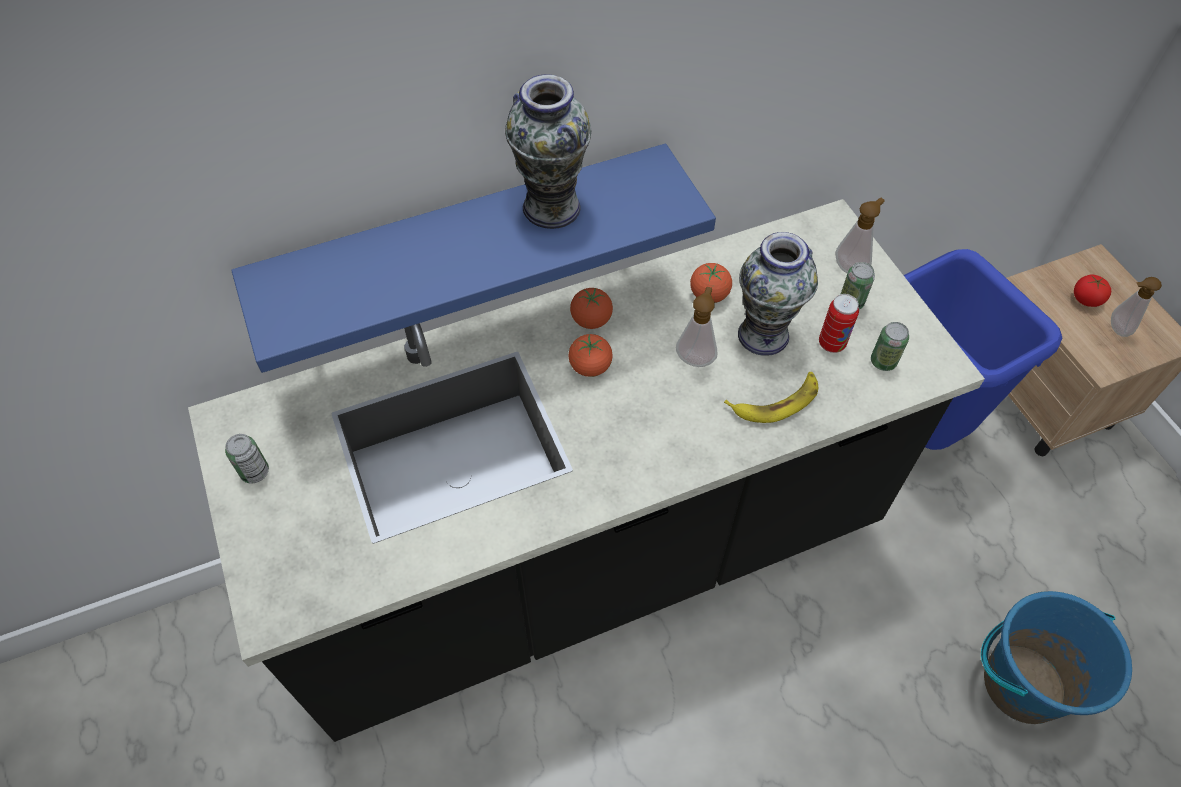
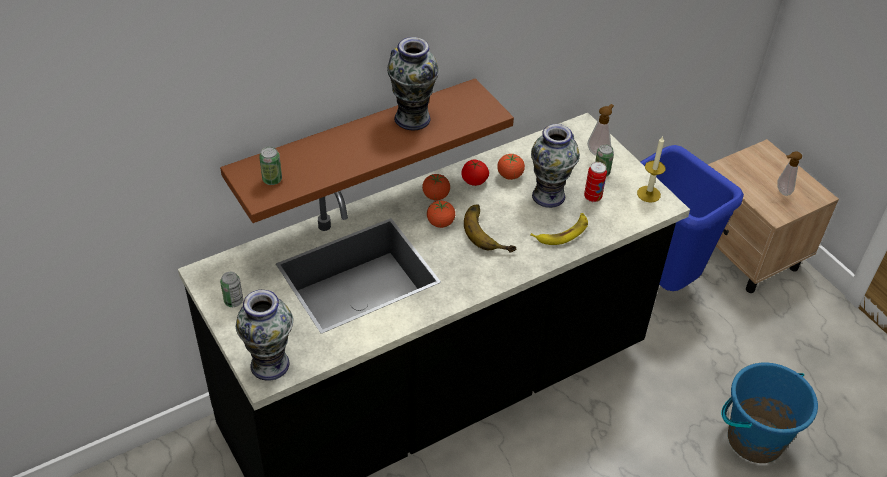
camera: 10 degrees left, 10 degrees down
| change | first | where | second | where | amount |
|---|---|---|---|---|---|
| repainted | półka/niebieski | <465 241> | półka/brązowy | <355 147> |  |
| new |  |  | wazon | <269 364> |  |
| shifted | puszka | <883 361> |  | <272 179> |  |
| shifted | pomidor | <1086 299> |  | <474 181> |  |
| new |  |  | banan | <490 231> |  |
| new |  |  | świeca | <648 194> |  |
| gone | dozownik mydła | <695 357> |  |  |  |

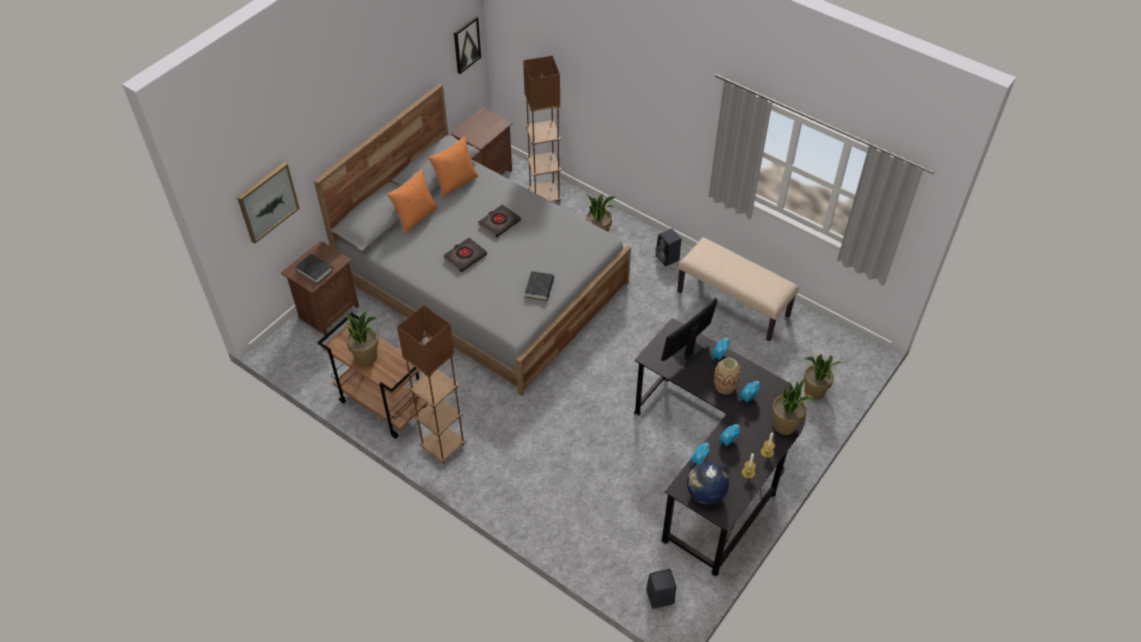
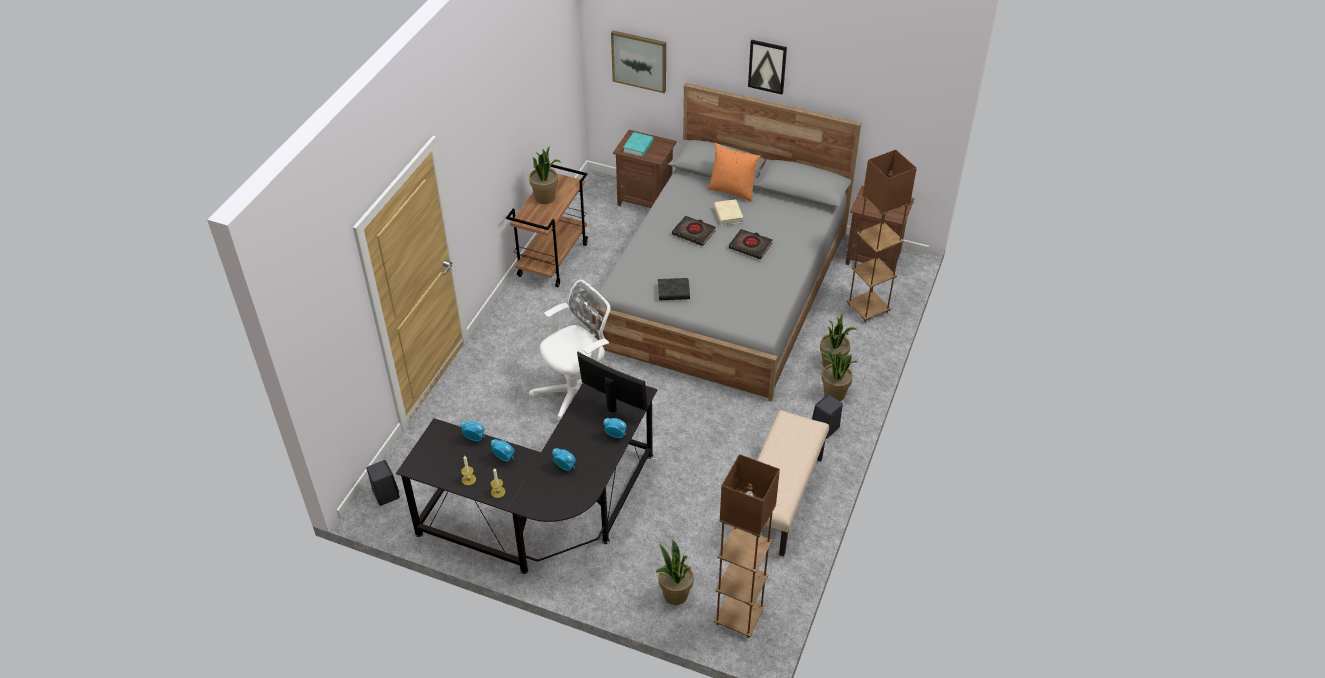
camera: 75 degrees right, 5 degrees down
| change | first | where | second | where | amount |
|---|---|---|---|---|---|
| new |  |  | krzesło biurowe/biały | <576 392> |  |
| repainted | książka/czarny | <314 270> | książka/turkusowy | <638 147> |  |
| new |  |  | książka/beżowy | <728 215> |  |
| shifted | lampa stojąca/brązowy | <443 445> |  | <739 617> |  |
| shifted | obraz | <466 44> |  | <767 66> |  |
| shifted | roślina doniczkowa | <785 426> |  | <834 394> |  |
| gone | poduszka/pomarańczowy | <455 183> |  |  |  |
| gone | globus | <705 493> |  |  |  |
| gone | wazon | <725 386> |  |  |  |

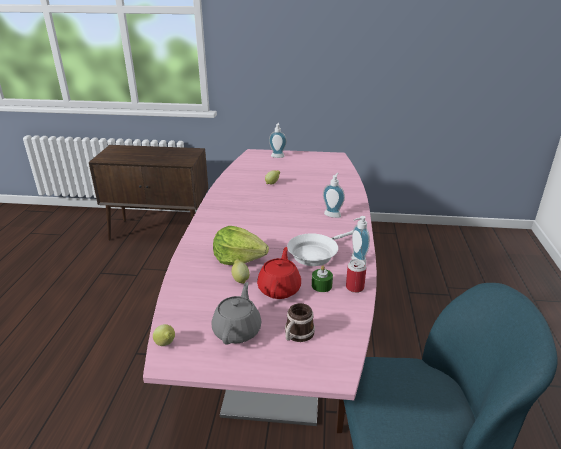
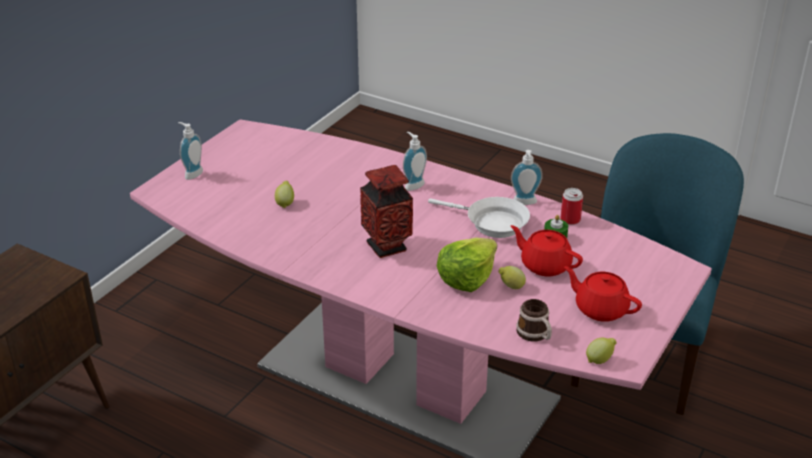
camera: 65 degrees left, 5 degrees up
| change | first | where | second | where | amount |
|---|---|---|---|---|---|
| new |  |  | wazon | <387 247> |  |
| rotated | patelnia/biały | <315 253> |  | <492 223> | 45 degrees counterclockwise |
| shifted | kubek | <297 335> |  | <535 334> |  |
| repainted | imbryk/szary | <237 330> | imbryk/czerwony | <600 309> |  |

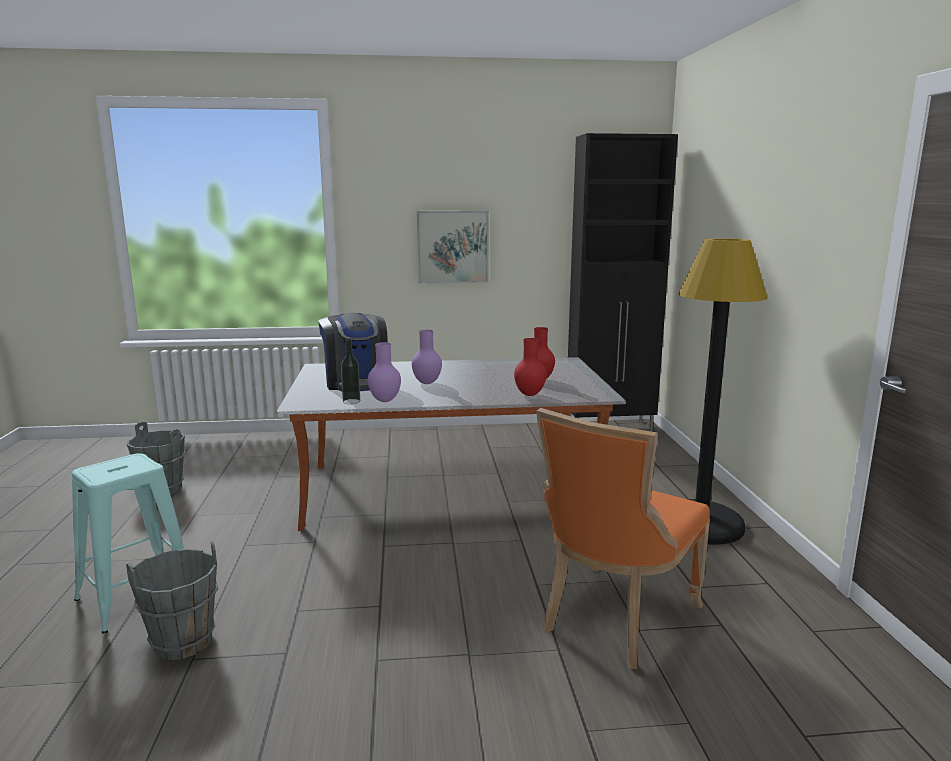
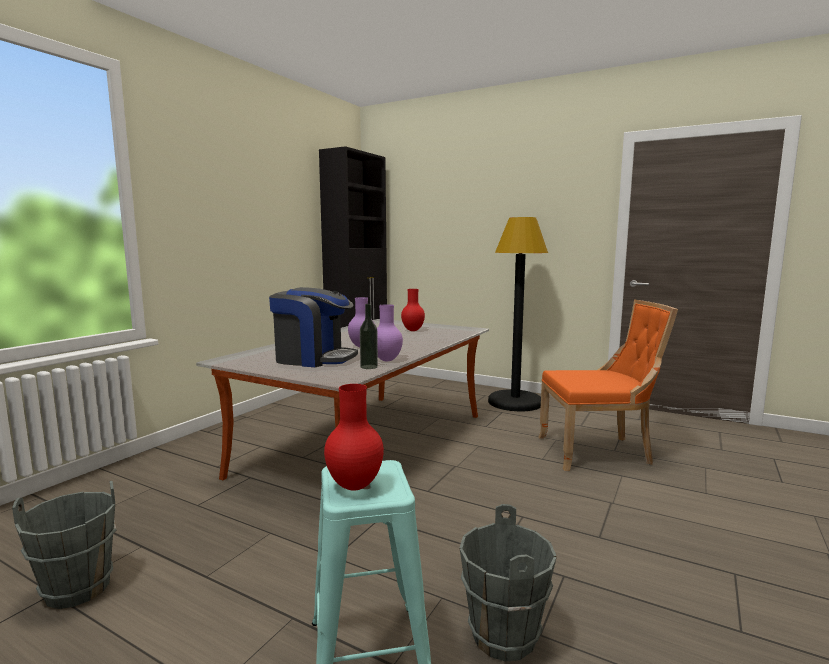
camera: 55 degrees left, 5 degrees down
| change | first | where | second | where | amount |
|---|---|---|---|---|---|
| shifted | wazon/czerwony | <530 394> |  | <354 485> |  |
| rotated | krzesło/pomarańczowy | <614 618> |  | <598 452> | 75 degrees counterclockwise |
| gone | obraz | <453 247> |  |  |  |

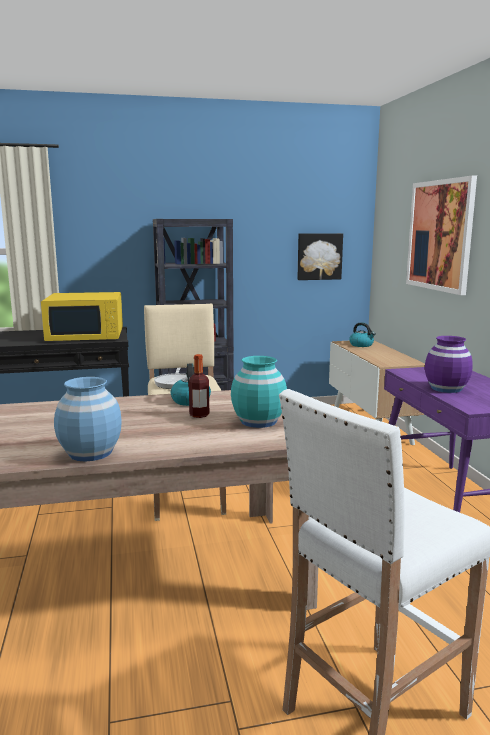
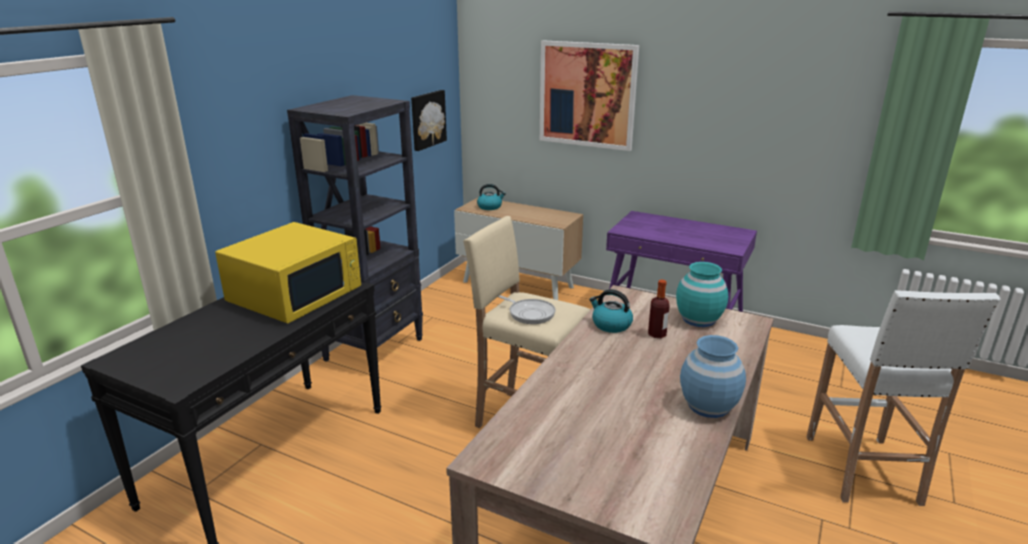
camera: 50 degrees left, 10 degrees up
| change | first | where | second | where | amount |
|---|---|---|---|---|---|
| gone | wazon/fioletowy | <446 388> |  |  |  |

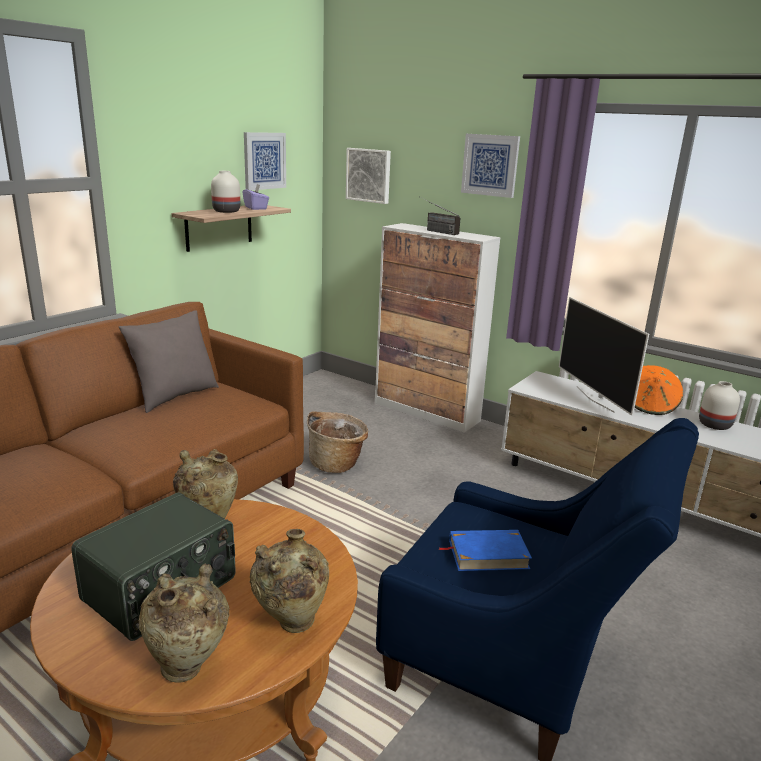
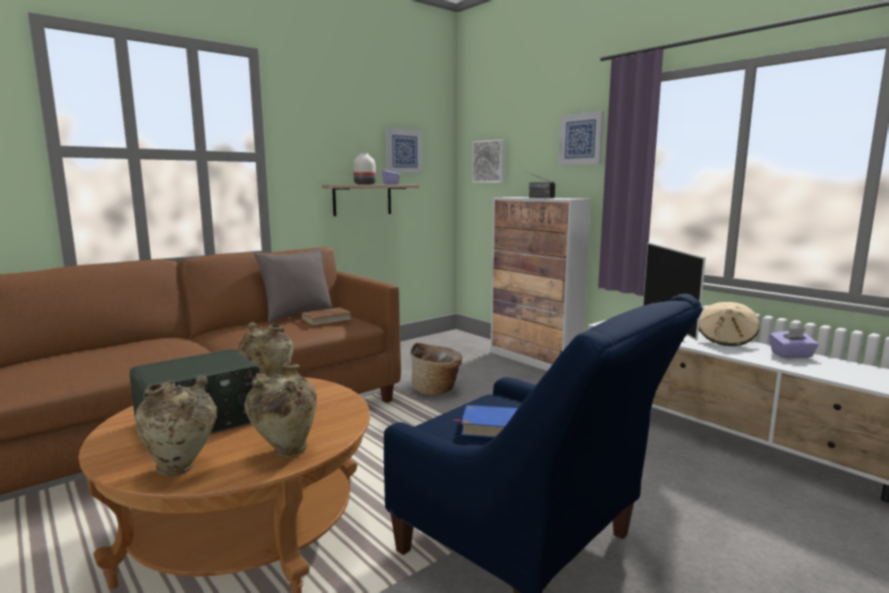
camera: 15 degrees right, 10 degrees down
| change | first | where | second | where | amount |
|---|---|---|---|---|---|
| new |  |  | książka/brązowy | <326 320> |  |
| repainted | kapelusz/pomarańczowy | <649 406> | kapelusz/beżowy | <726 340> |  |
| swapped | wazon/biały | <714 424> | pudełko chusteczek/fioletowy | <791 355> |  |

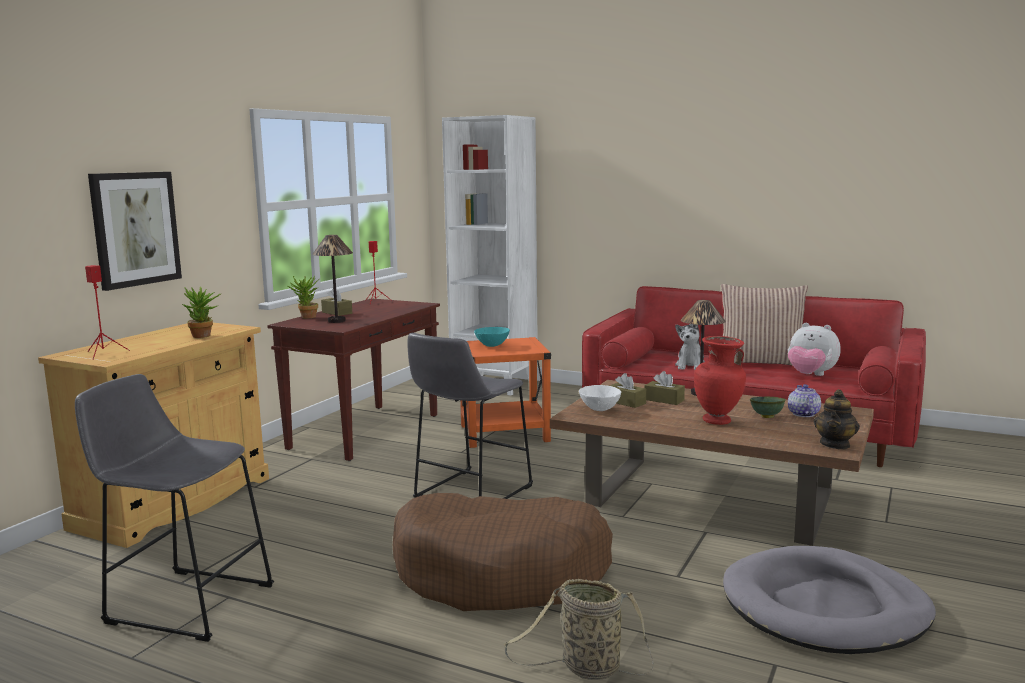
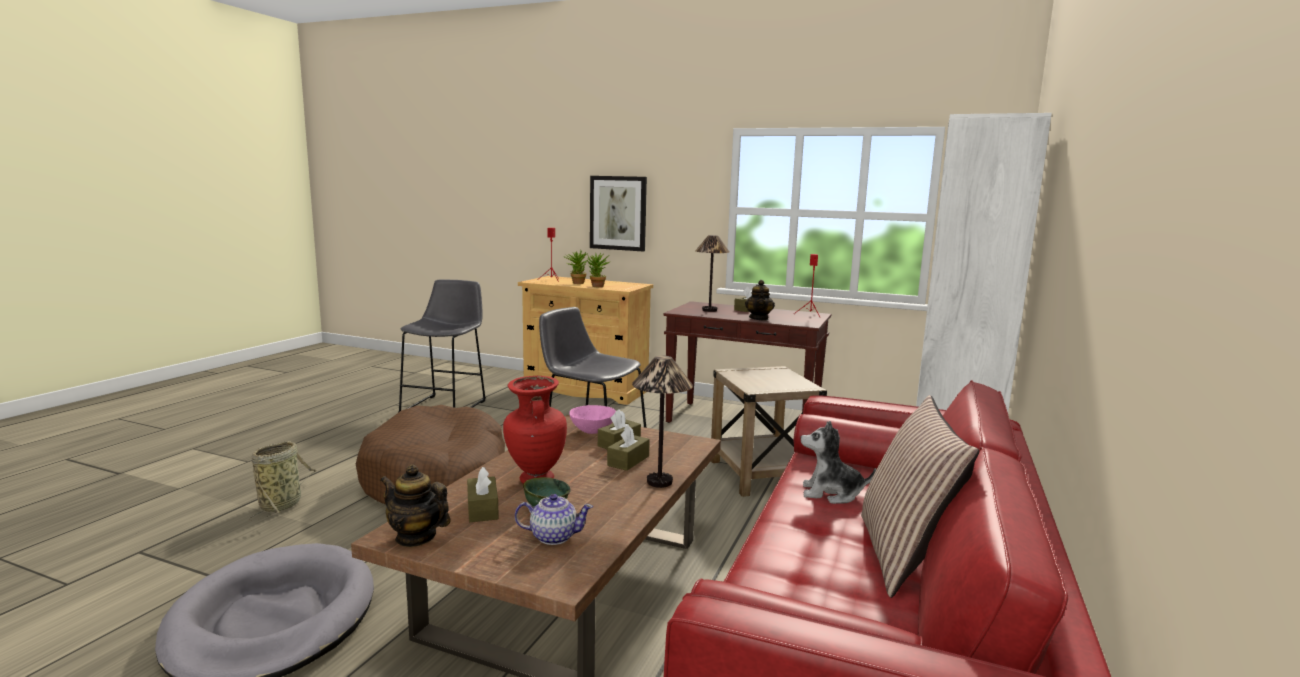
camera: 85 degrees right, 0 degrees up
| change | first | where | second | where | amount |
|---|---|---|---|---|---|
| new |  |  | pudełko chusteczek/brązowy | <482 509> |  |
| shifted | roślina doniczkowa | <306 317> |  | <576 283> |  |
| repainted | miska/biały | <599 409> | miska/różowy | <592 431> |  |
| repainted | stolik/pomarańczowy | <505 434> | stolik/beżowy | <761 475> |  |
| new |  |  | imbryk | <759 318> |  |
| gone | miska/turkusowy | <492 345> |  |  |  |
| gone | pluszak | <810 375> |  |  |  |

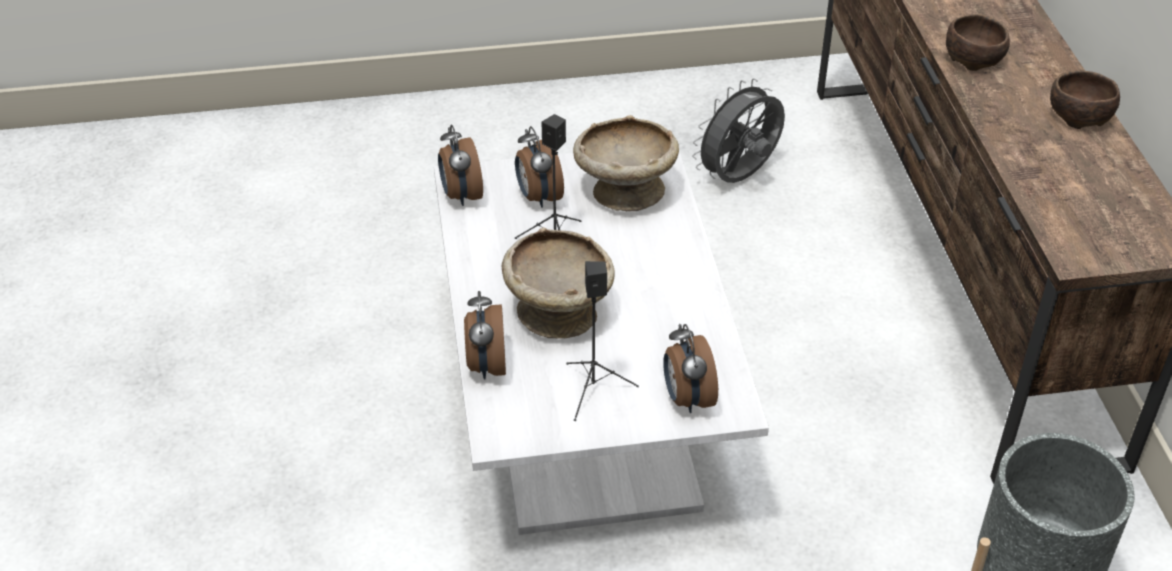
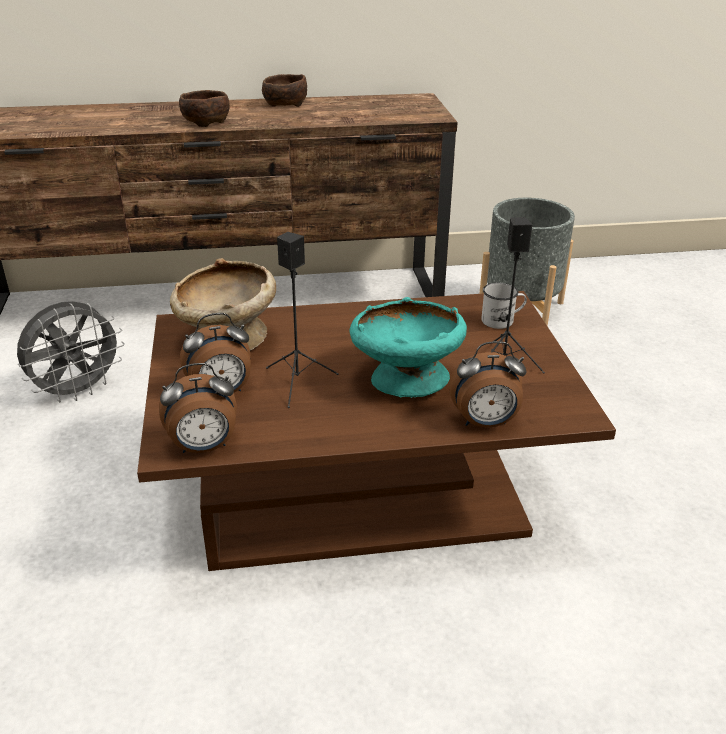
camera: 90 degrees left, 10 degrees down
| change | first | where | second | where | amount |
|---|---|---|---|---|---|
| rotated | wentylator/szary | <739 178> |  | <78 391> | 90 degrees counterclockwise |
| repainted | ława/biały | <586 400> | ława/brązowy | <361 492> |  |
| repainted | miska/beżowy | <558 313> | miska/turkusowy | <404 380> |  |
| swapped | budzik | <687 398> | kubek/biały | <502 320> |  |

